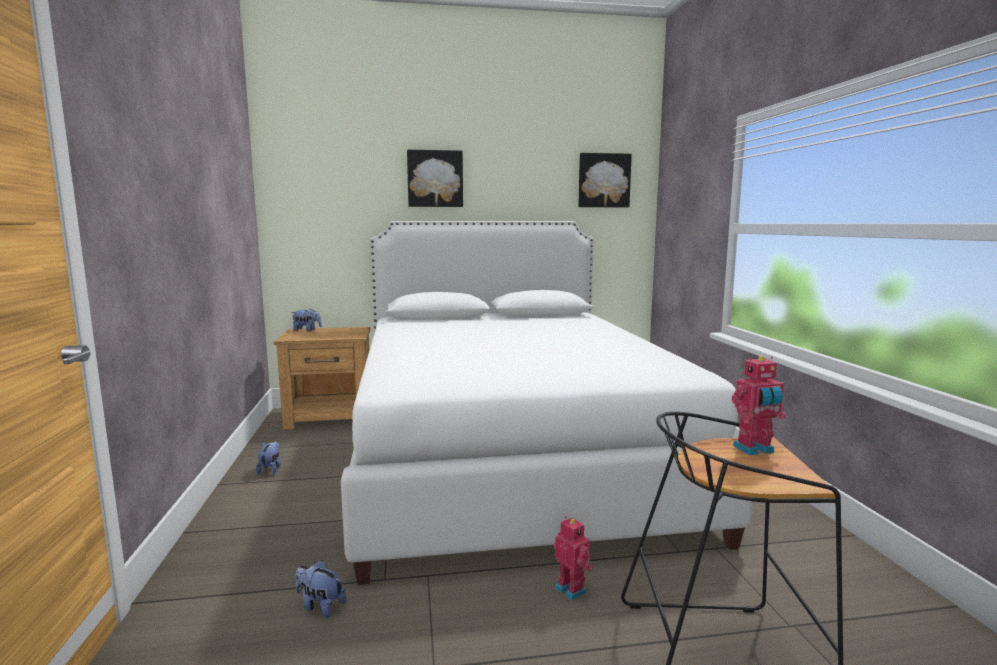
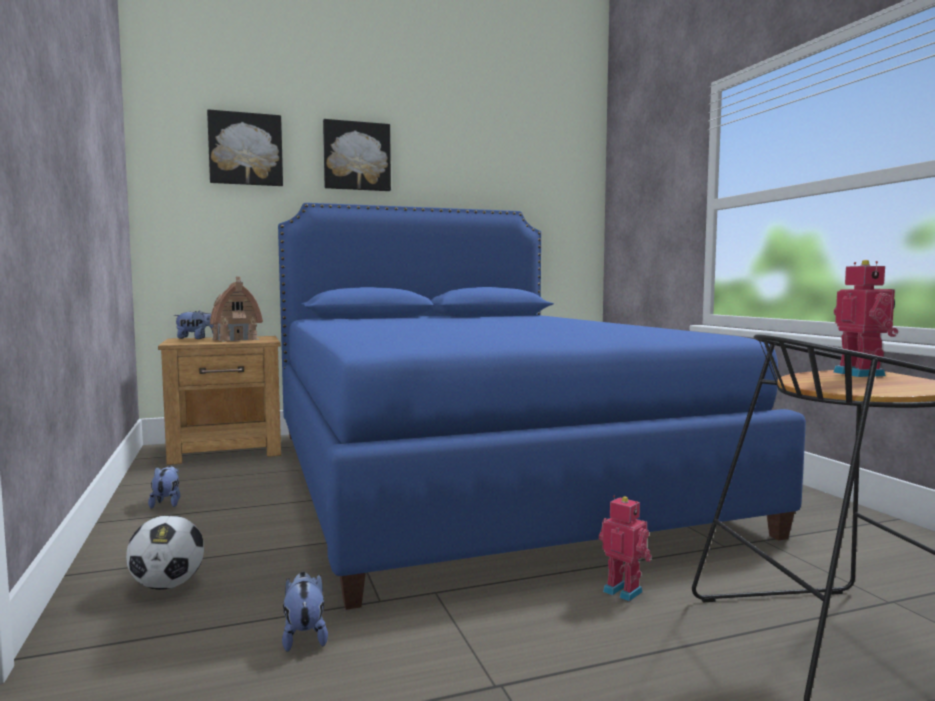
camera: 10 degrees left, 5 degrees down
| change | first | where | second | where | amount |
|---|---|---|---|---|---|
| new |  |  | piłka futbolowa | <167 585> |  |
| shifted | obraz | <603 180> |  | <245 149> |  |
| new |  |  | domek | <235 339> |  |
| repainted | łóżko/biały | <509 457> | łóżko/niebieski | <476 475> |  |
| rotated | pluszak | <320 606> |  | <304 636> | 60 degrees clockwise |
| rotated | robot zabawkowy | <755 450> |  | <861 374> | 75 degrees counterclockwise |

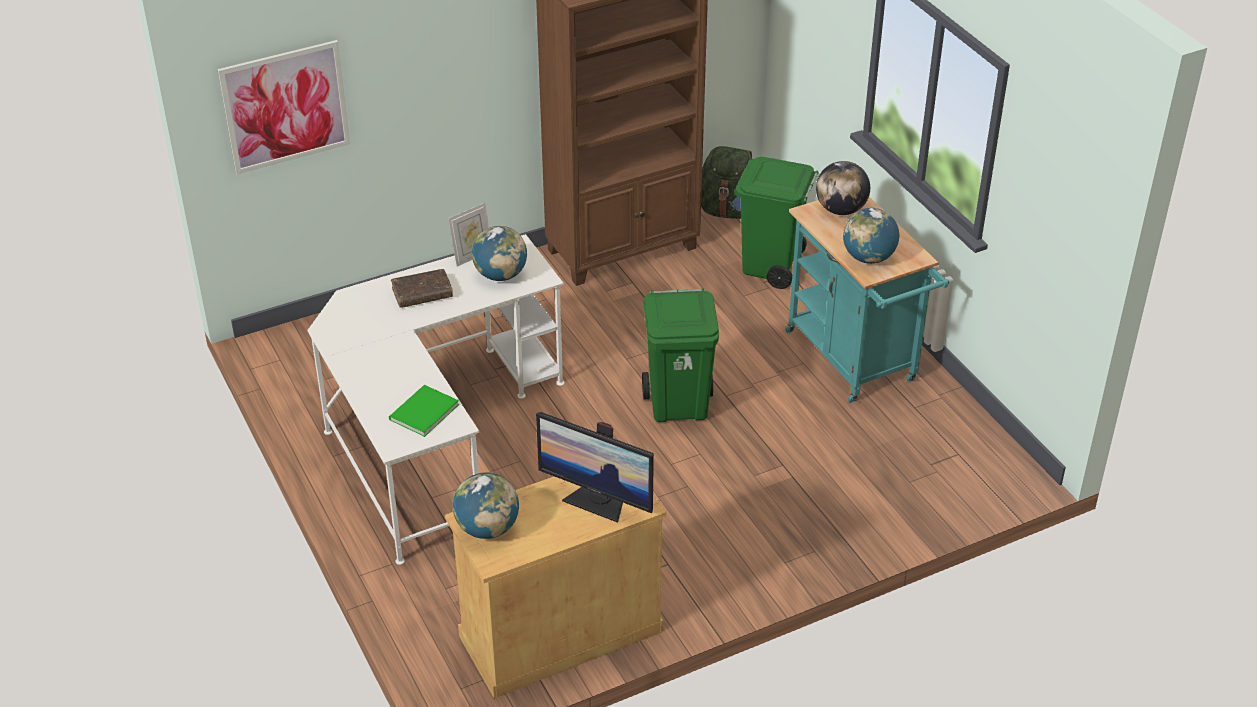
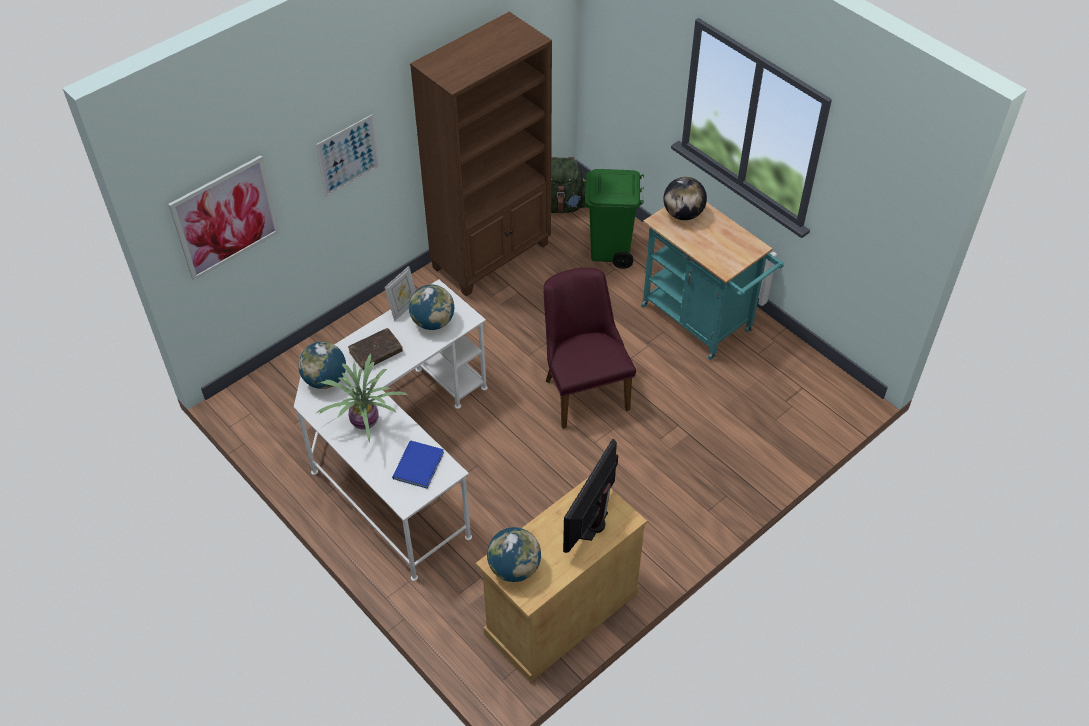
camera: 15 degrees left, 10 degrees up
| change | first | where | second | where | amount |
|---|---|---|---|---|---|
| shifted | globus | <868 258> |  | <325 380> |  |
| new |  |  | obraz | <348 155> |  |
| new |  |  | roślina doniczkowa | <364 423> |  |
| repainted | książka/zielony | <421 412> | książka/niebieski | <416 466> |  |
| swapped | kosz na śmieci/zielony | <679 405> | krzesło/fioletowy | <582 388> |  |
| rotated | monitor | <597 501> |  | <591 523> | 105 degrees clockwise |

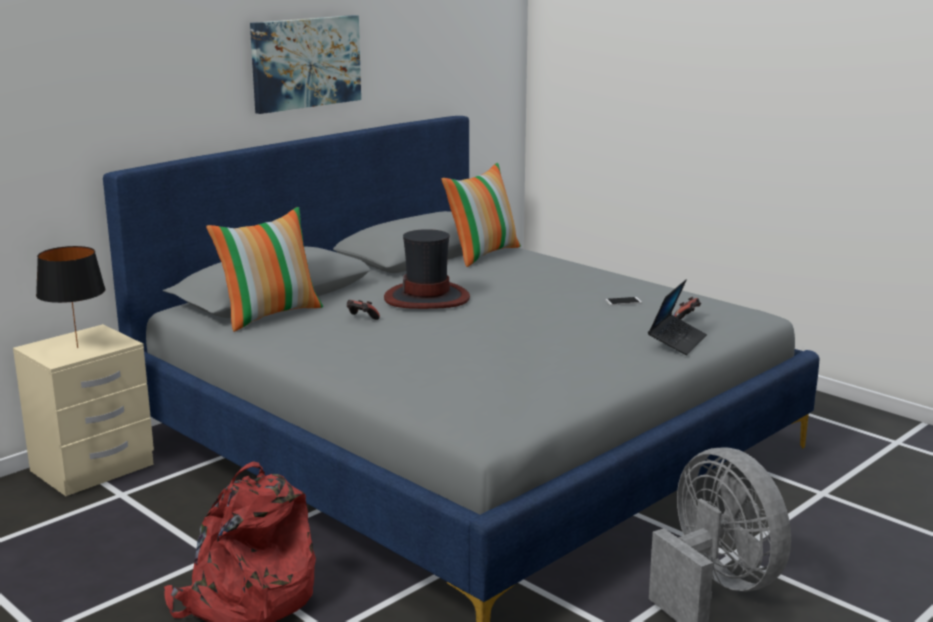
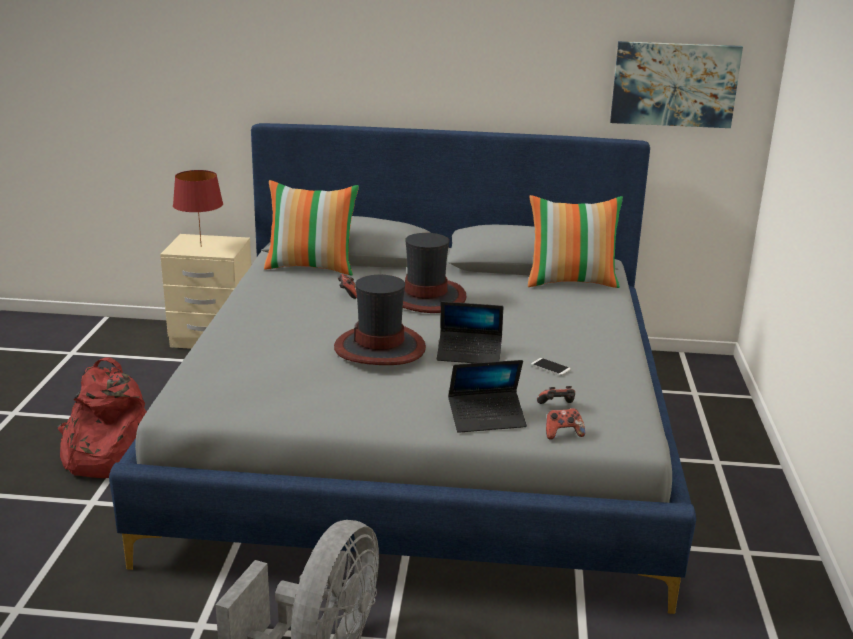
camera: 50 degrees right, 5 degrees up
| change | first | where | second | where | amount |
|---|---|---|---|---|---|
| repainted | lampa stołowa/czarny | <77 347> | lampa stołowa/czerwony | <201 246> |  |
| new |  |  | kapelusz | <380 347> |  |
| new |  |  | laptop | <469 354> |  |
| new |  |  | pad do gier | <563 434> |  |
| shifted | obraz | <305 62> |  | <674 84> |  |

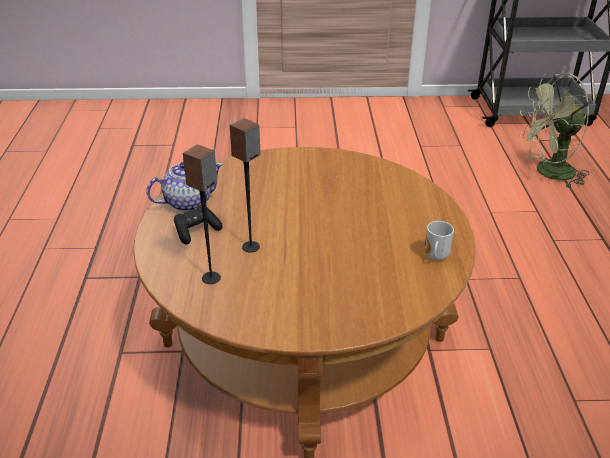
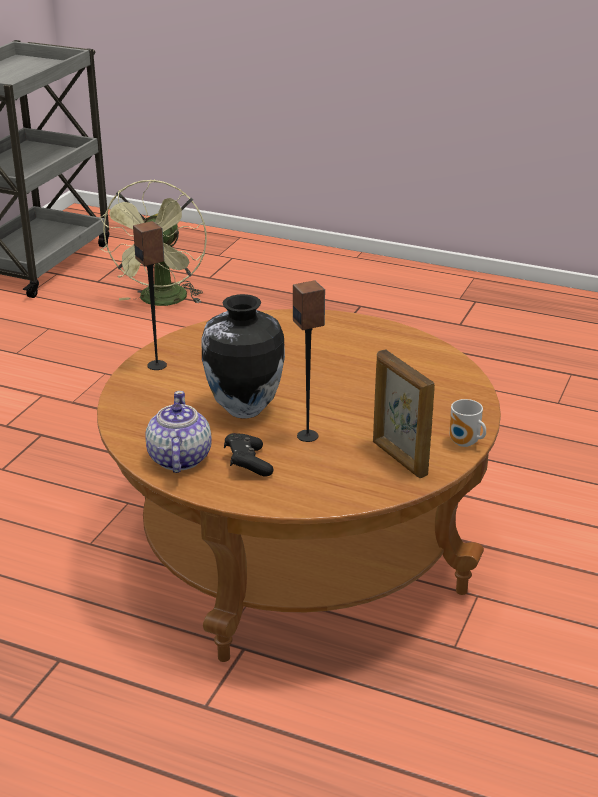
camera: 65 degrees left, 5 degrees down
| change | first | where | second | where | amount |
|---|---|---|---|---|---|
| shifted | głośnik | <211 278> |  | <157 365> |  |
| new |  |  | wazon | <243 410> |  |
| new |  |  | ramka na zdjęcie | <399 459> |  |
| shifted | kubek | <434 257> |  | <465 444> |  |

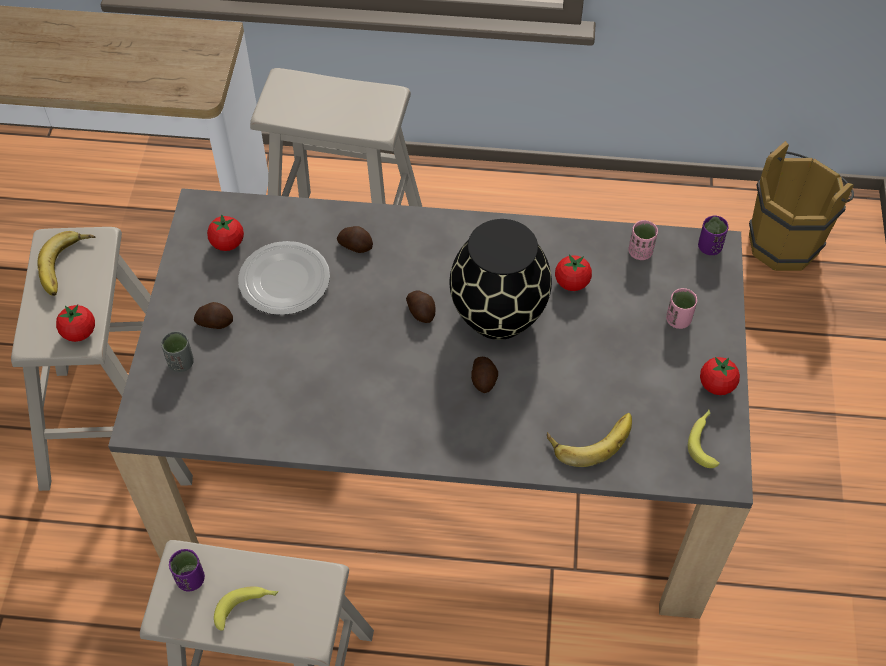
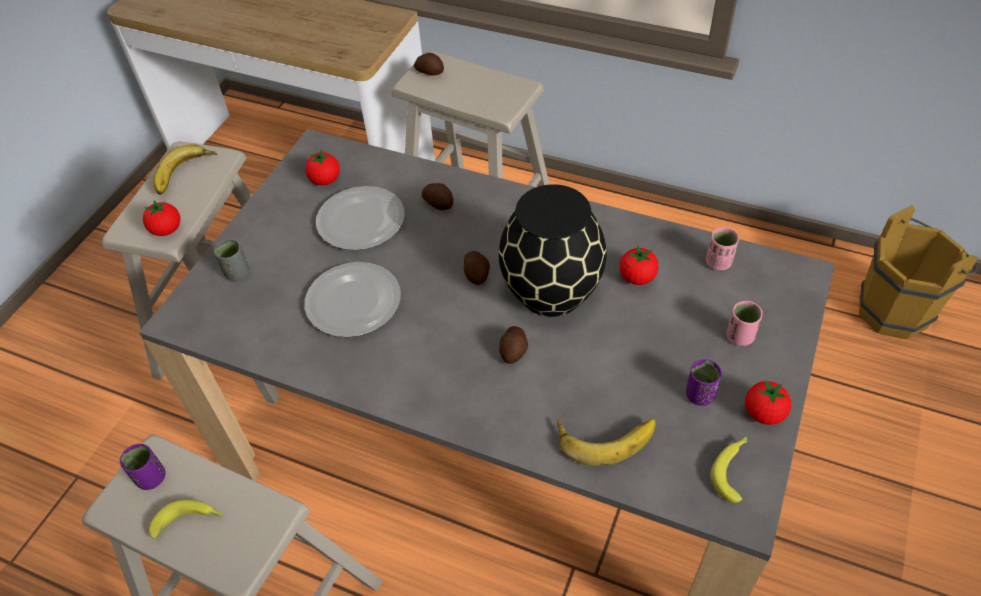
camera: 20 degrees right, 5 degrees down
| change | first | where | second | where | amount |
|---|---|---|---|---|---|
| new |  |  | talerz | <352 302> |  |
| shifted | ziemniak | <215 322> |  | <430 71> |  |
| shifted | filiżanka/fioletowy | <709 247> |  | <699 395> |  |

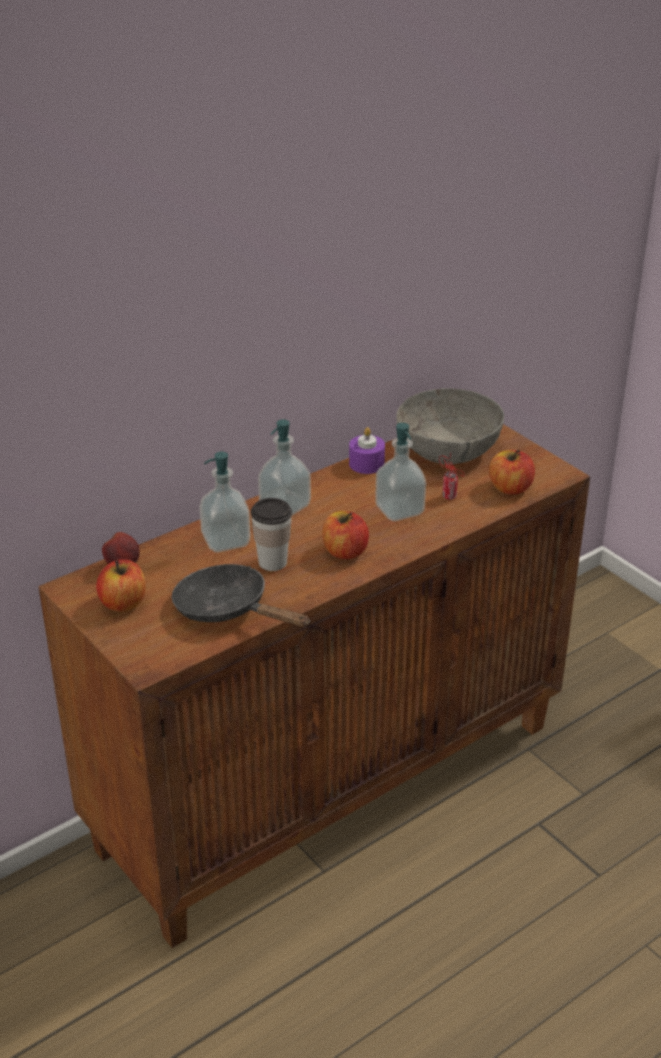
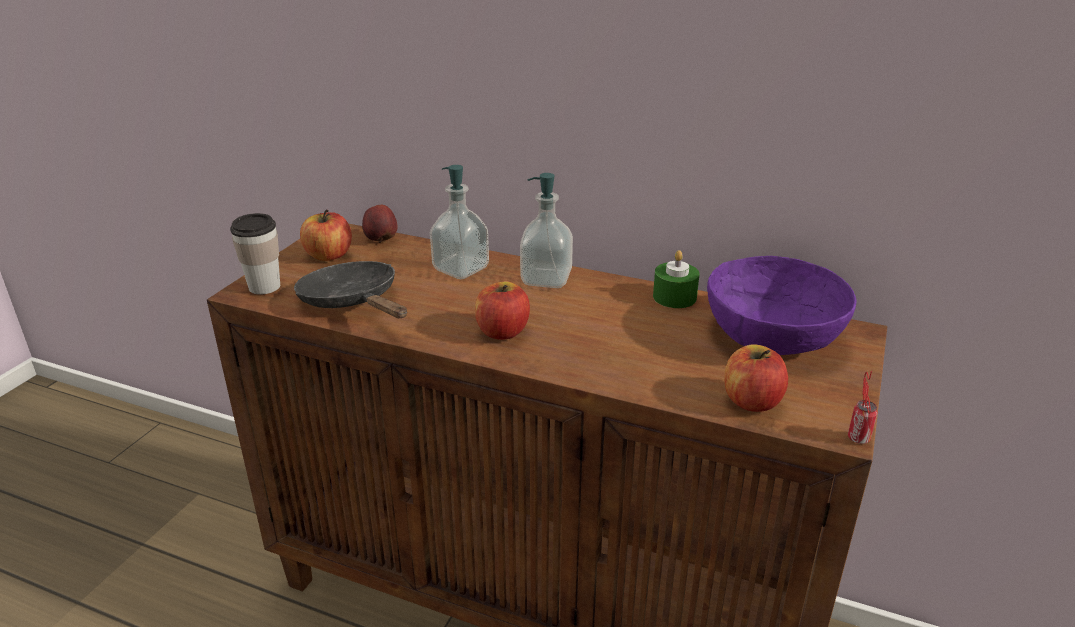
camera: 60 degrees right, 5 degrees down
| change | first | where | second | where | amount |
|---|---|---|---|---|---|
| shifted | filiżanka | <272 562> |  | <264 287> |  |
| rotated | patelnia/czarny | <228 609> |  | <353 302> | 45 degrees counterclockwise |
| repainted | świeca/fioletowy | <366 464> | świeca/zielony | <674 297> |  |
| repainted | miska/szary | <448 449> | miska/fioletowy | <771 335> |  |
| shifted | puszka | <451 497> |  | <858 440> |  |
| gone | dozownik mydła | <399 510> |  |  |  |

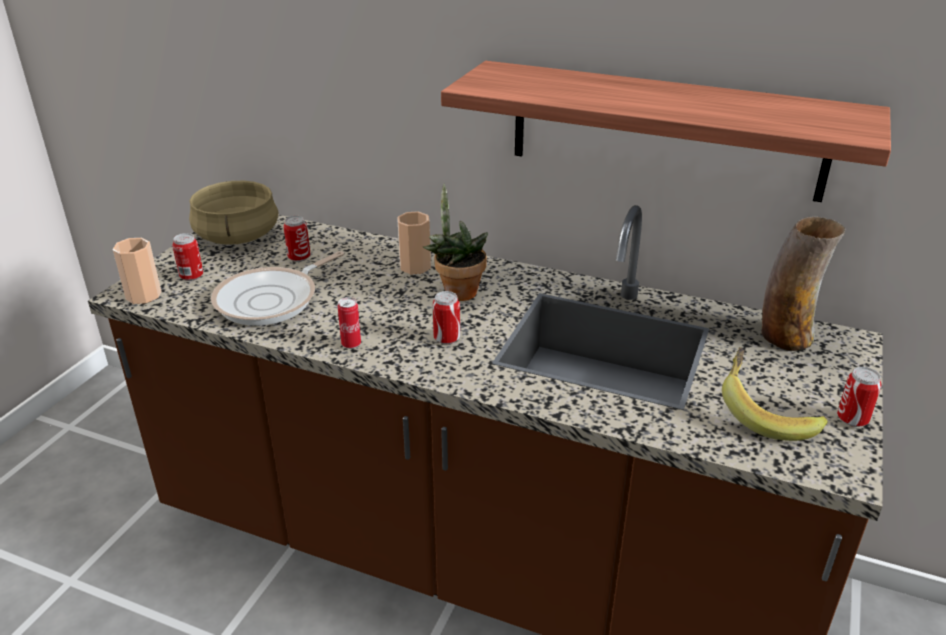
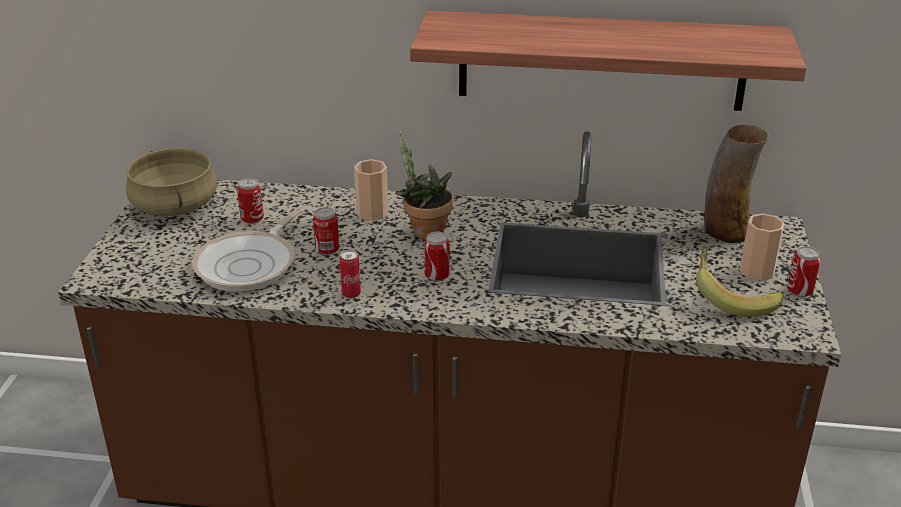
camera: 15 degrees left, 0 degrees up
| change | first | where | second | where | amount |
|---|---|---|---|---|---|
| shifted | puszka | <191 276> |  | <327 250> |  |
| shifted | filiżanka | <143 295> |  | <757 271> |  |

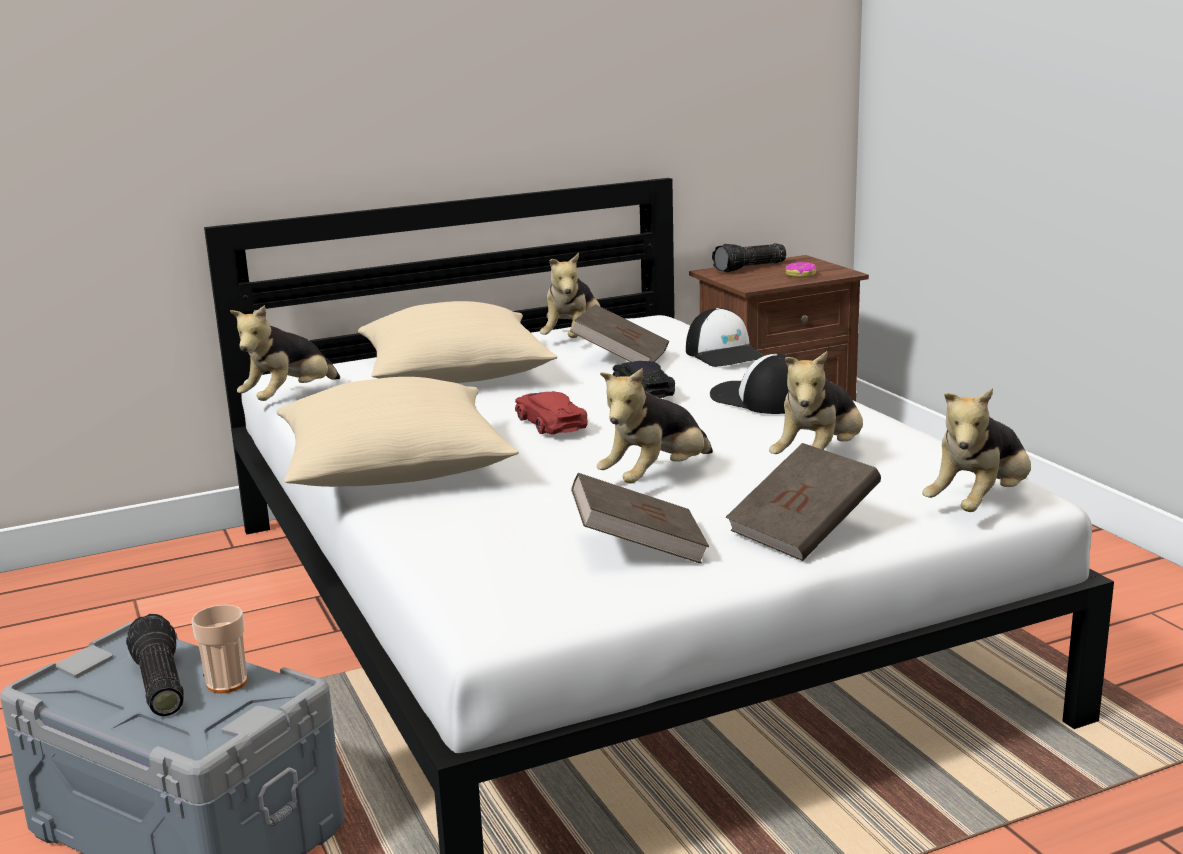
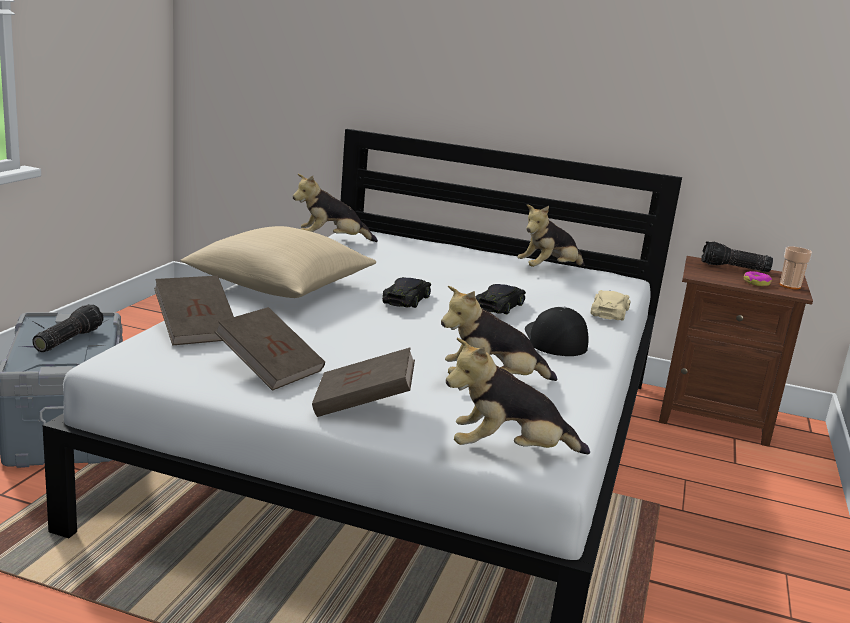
camera: 40 degrees right, 0 degrees up
| change | first | where | second | where | amount |
|---|---|---|---|---|---|
| shifted | książka/brązowy | <621 358> |  | <196 330> |  |
| repainted | samochodzik/czerwony | <550 422> | samochodzik/czarny | <407 299> |  |
| swapped | czapka z daszkiem | <726 354> | samochodzik/beżowy | <609 311> |  |
| shifted | filiżanka | <227 683> |  | <790 286> |  |
| gone | poduszka/beżowy | <454 375> |  |  |  |
| gone | pluszak | <657 478> |  |  |  |

